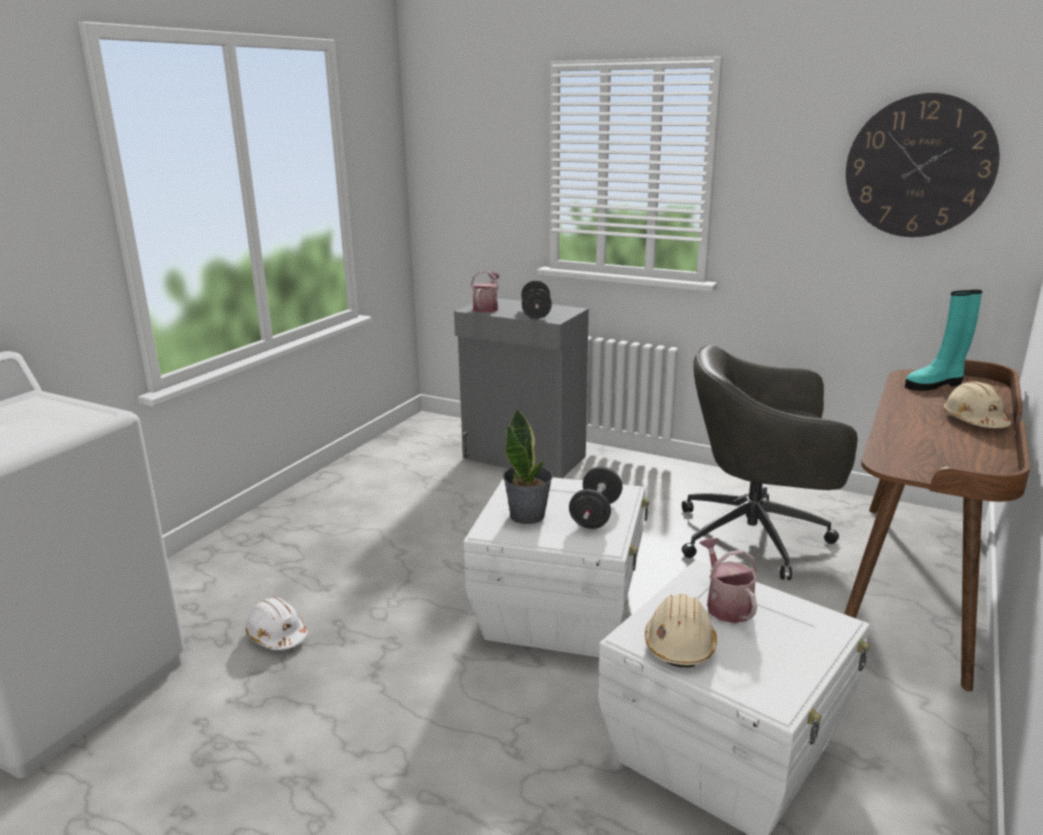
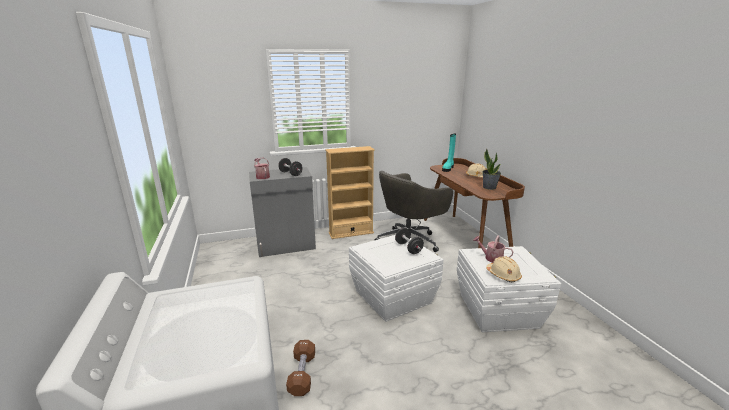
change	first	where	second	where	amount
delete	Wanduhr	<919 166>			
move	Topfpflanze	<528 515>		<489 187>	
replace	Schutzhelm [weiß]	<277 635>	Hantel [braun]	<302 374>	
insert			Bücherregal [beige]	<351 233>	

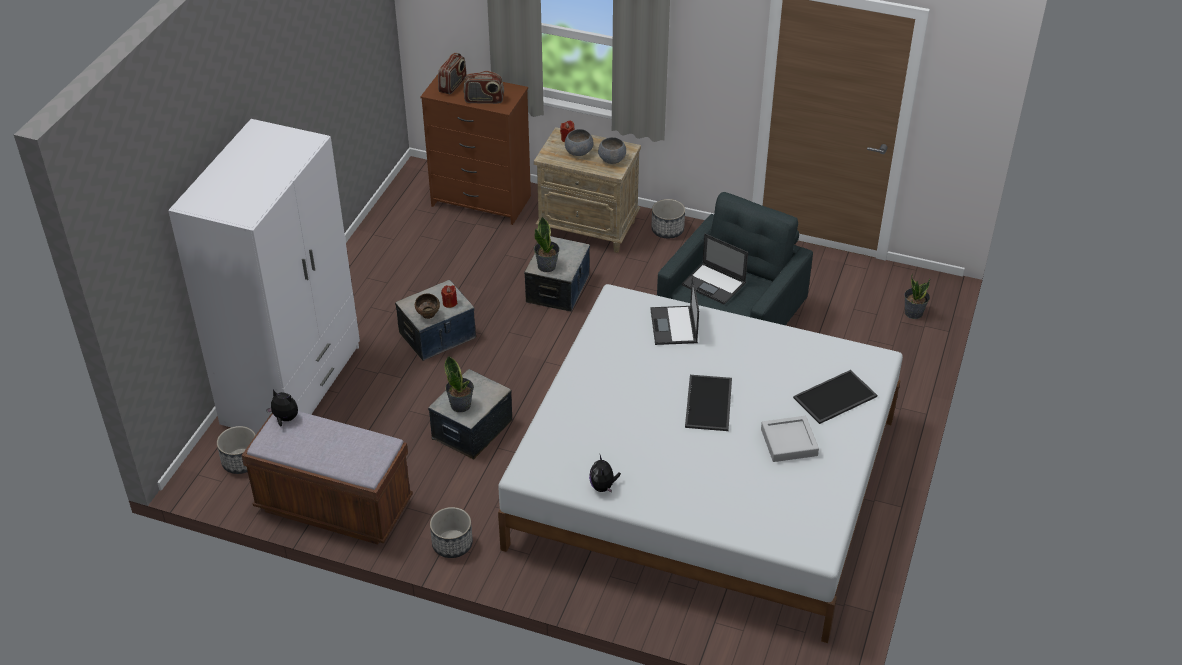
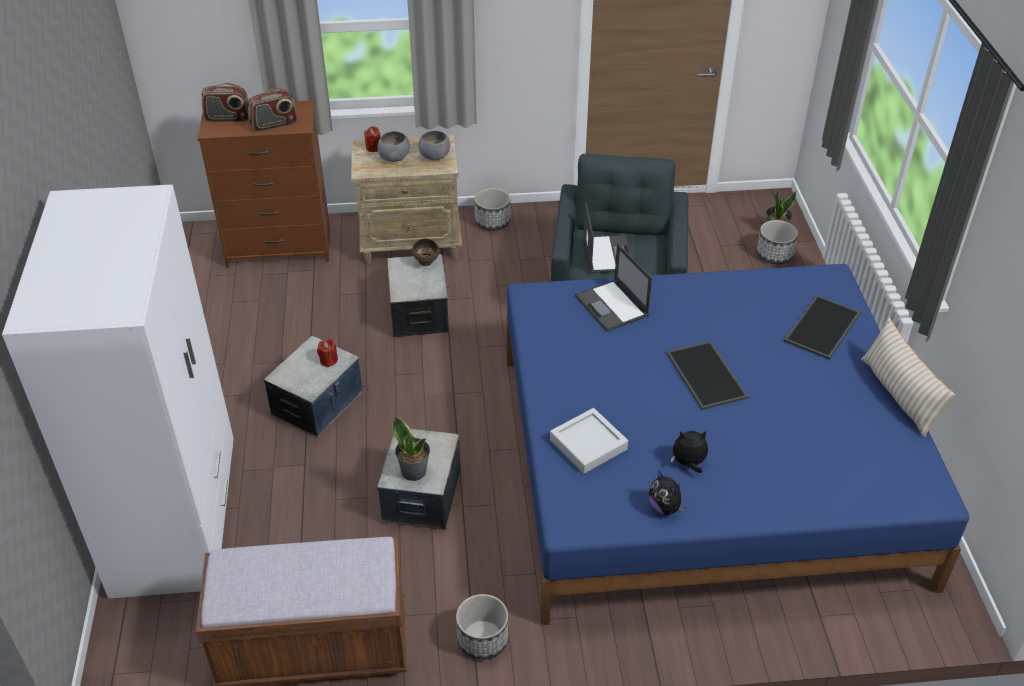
change	first	where	second	where	amount
rotate	Radio	<453 85>		<228 118>	90 degrees clockwise
delete	Topfpflanze	<547 266>			
rotate	Laptop	<714 284>		<607 254>	105 degrees counterclockwise
recolor	Bett [weiß]	<704 482>	Bett [blau]	<703 465>	
move	Schüssel [braun]	<428 316>		<426 263>	
move	Plüschtier	<285 419>		<688 463>	
move	Tablett [grau]	<789 442>		<588 444>	
move	Pflanzkübel	<241 462>		<774 255>	
insert			Kissen [beige]	<899 395>	

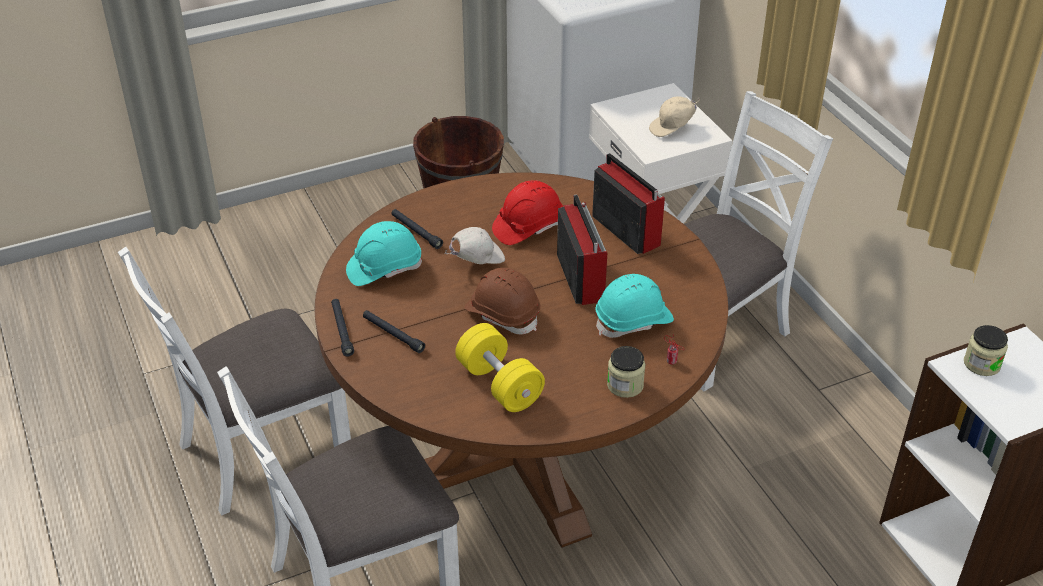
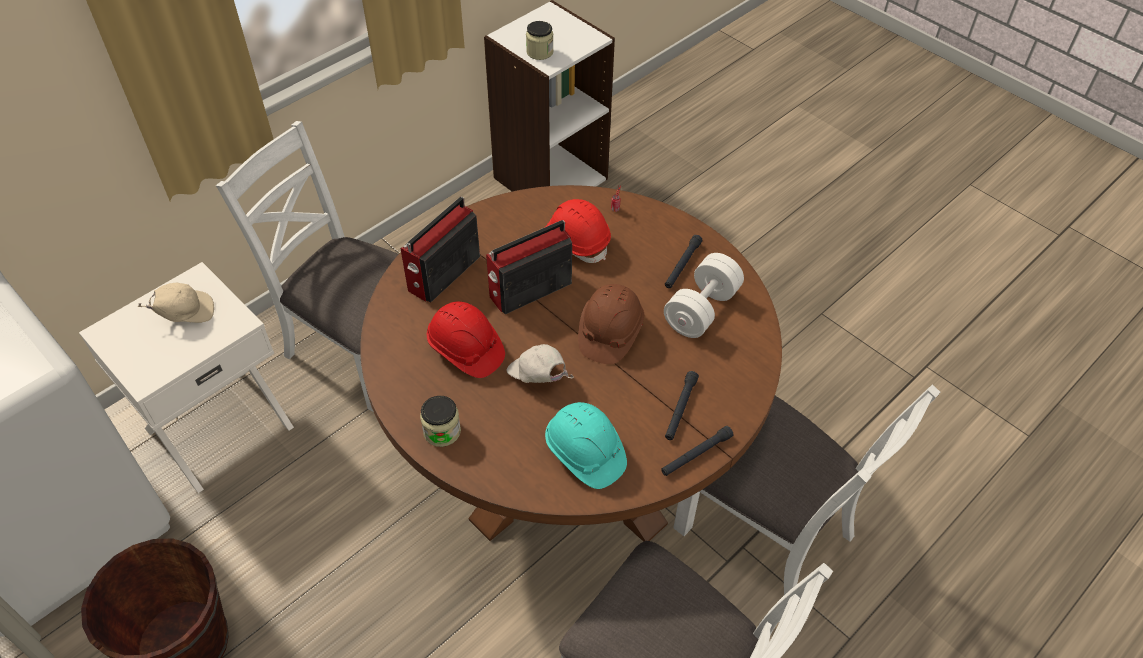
change	first	where	second	where	amount
rotate	Kappe [beige]	<673 128>		<185 313>	60 degrees counterclockwise
move	Taschenlampe [schwarz]	<416 232>		<682 265>	
recolor	Schutzhelm [türkis]	<633 321>	Schutzhelm [rot]	<576 241>	
recolor	Hantel [gelb]	<499 384>	Hantel [weiß]	<701 309>	
move	Vorratsglas	<625 385>		<442 431>	

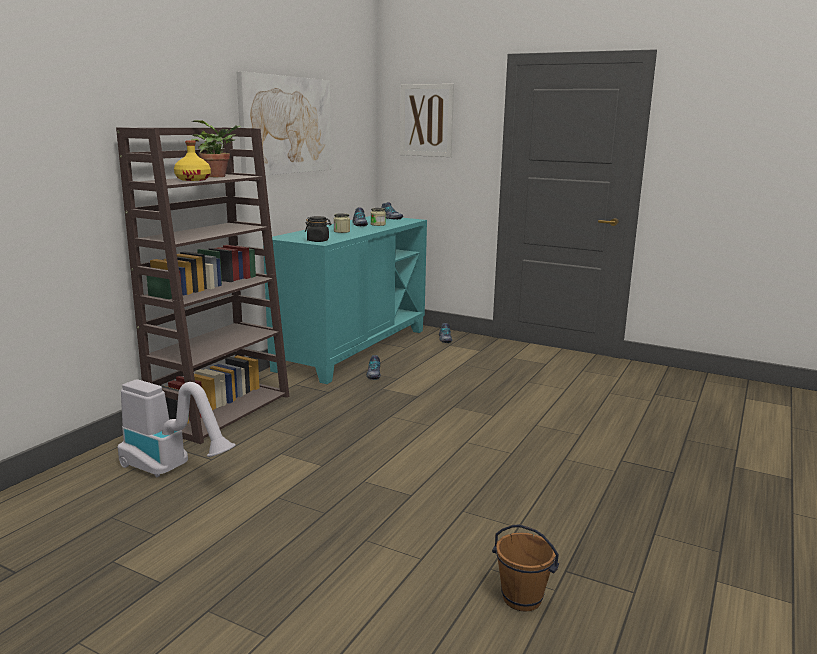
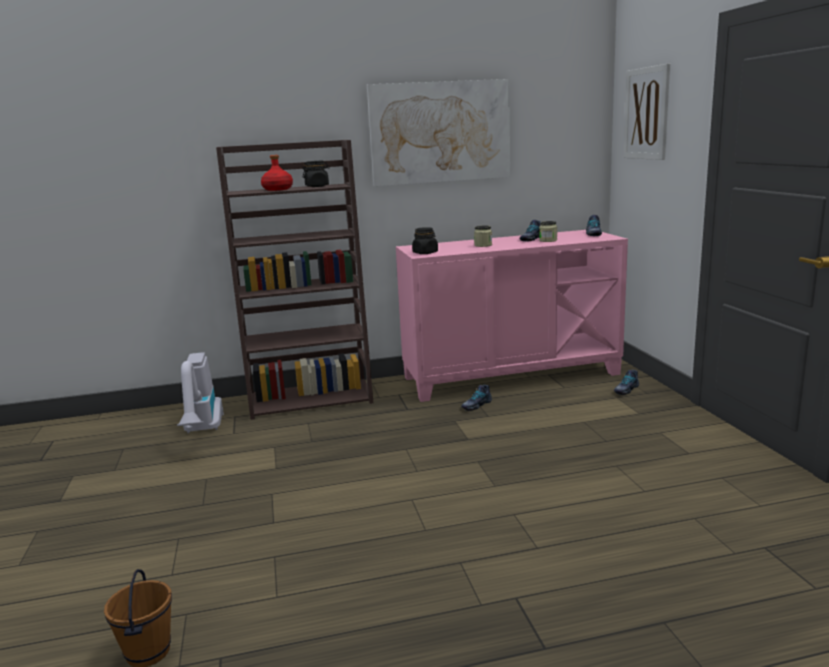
change	first	where	second	where	amount
replace	Topfpflanze	<218 176>	Vorratsglas [schwarz]	<317 186>	
recolor	Flasche [gelb]	<193 179>	Flasche [rot]	<278 189>	
recolor	Schrank [türkis]	<352 349>	Schrank [rosa]	<510 375>	

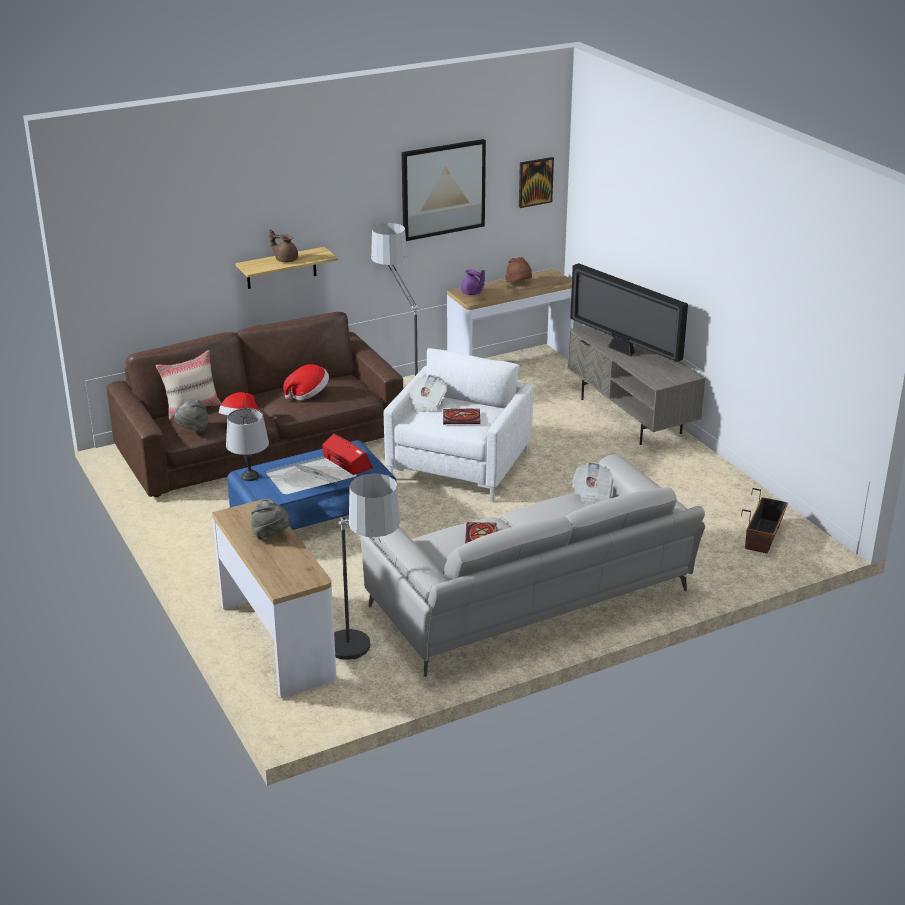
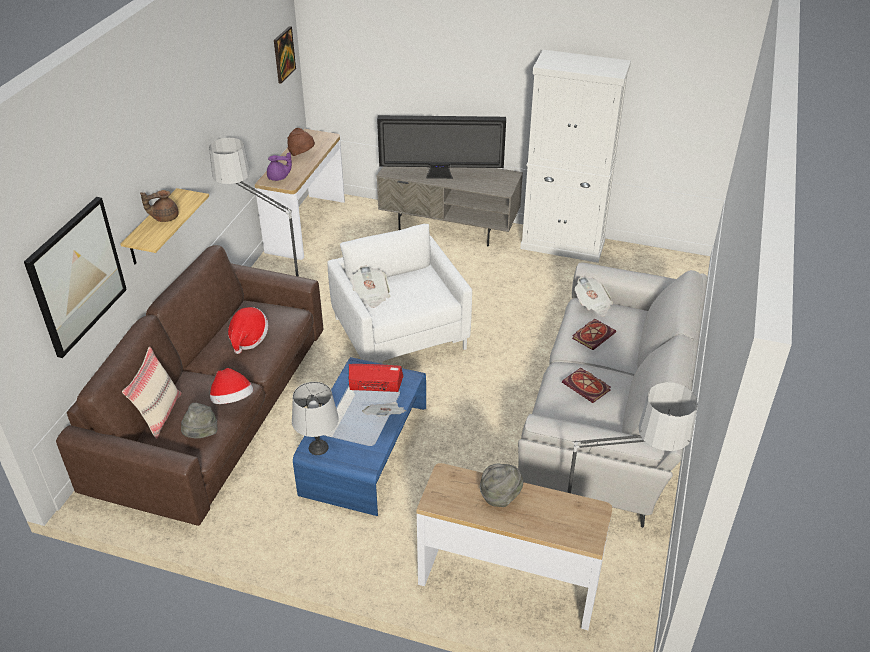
change	first	where	second	where	amount
move	Bild	<443 189>		<76 276>	
move	Buch	<462 418>		<593 335>	
delete	Pflanzkübel	<763 536>			
insert			Schrank [weiß]	<563 245>	

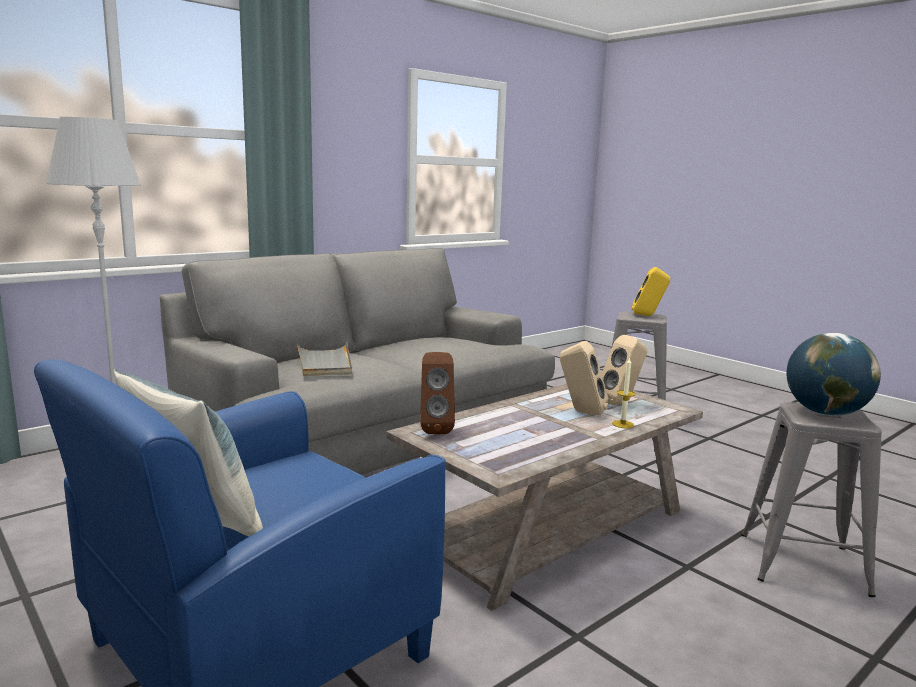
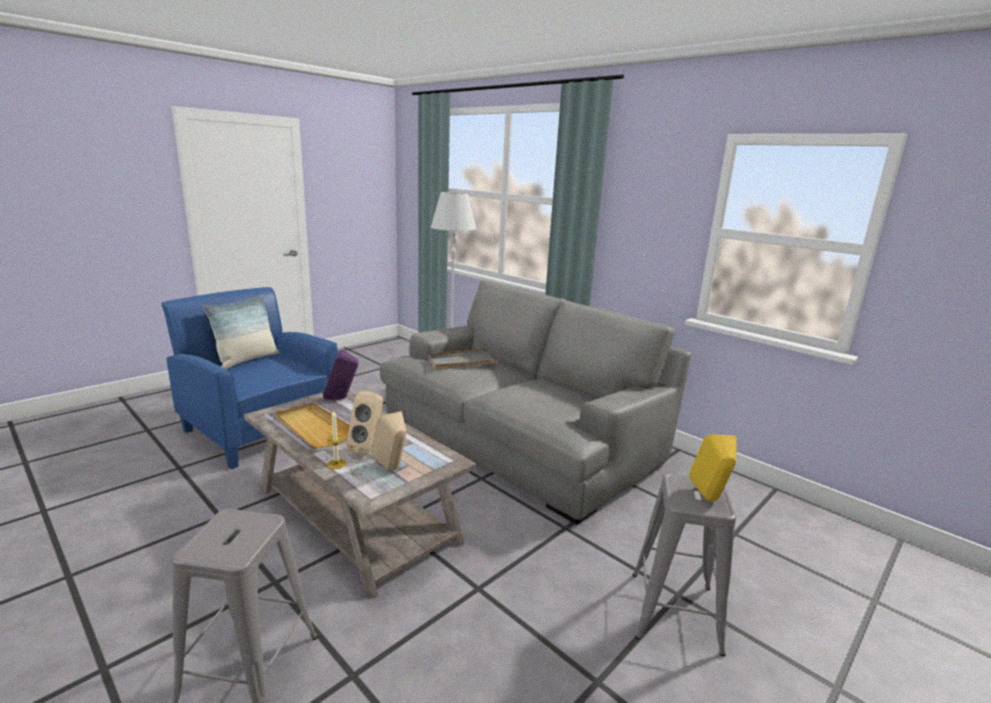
change	first	where	second	where	amount
delete	Globus	<825 413>			
recolor	Lautsprecher [braun]	<435 429>	Lautsprecher [lila]	<341 399>	
insert			Tablett [beige]	<313 428>	

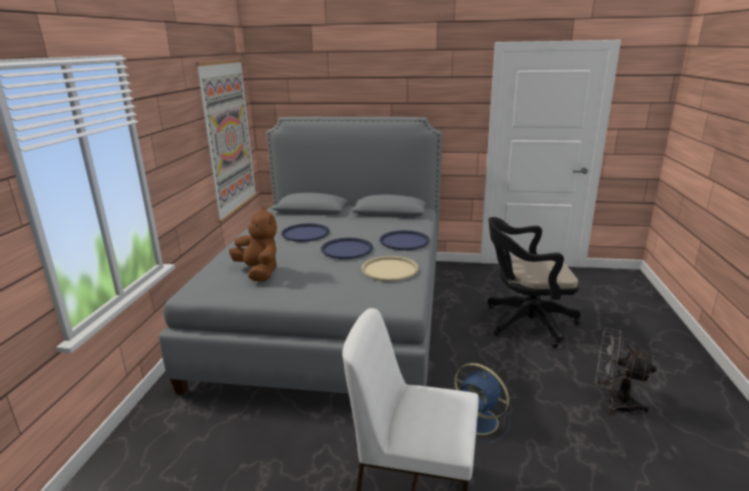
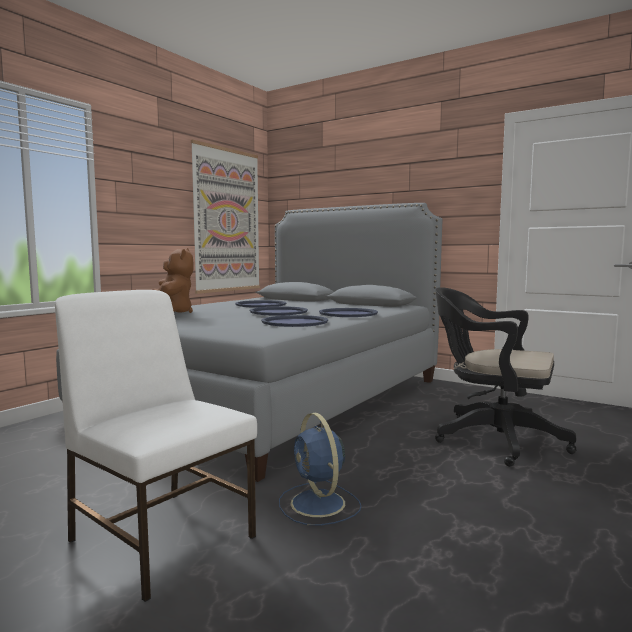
change	first	where	second	where	amount
recolor	Tablett [beige]	<390 269>	Tablett [blau]	<295 322>	
delete	Ventilator [grau]	<613 402>			

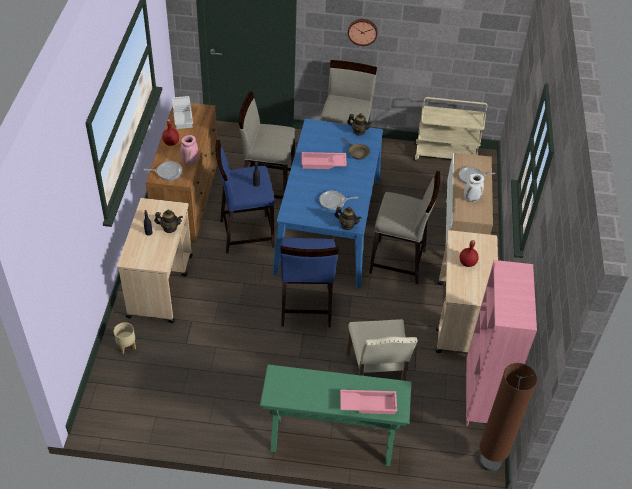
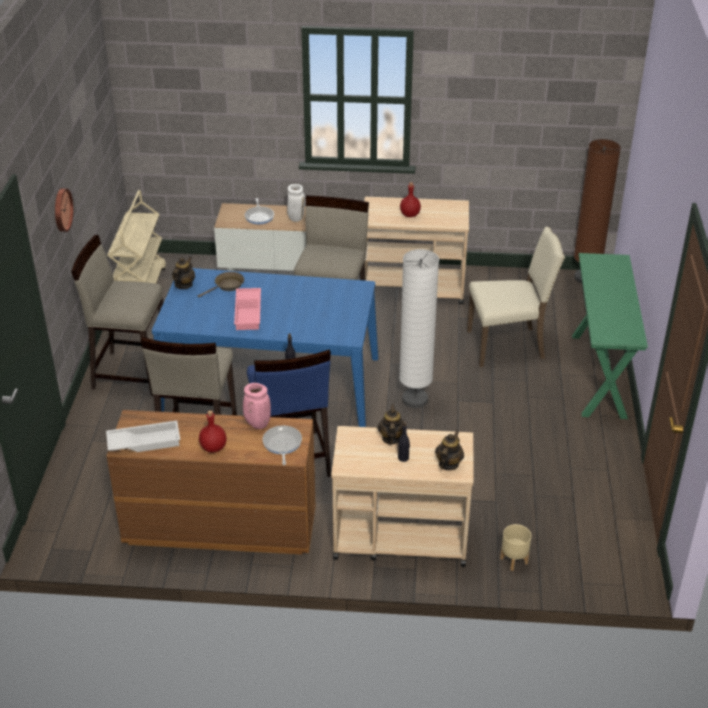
change	first	where	second	where	amount
delete	Pfanne	<334 202>			
move	Teekanne	<347 225>		<448 464>	
replace	Hocker [blau]	<305 307>	Stehlampe [weiß]	<415 400>	
delete	Bücherregal [rosa]	<481 401>			
delete	Tablett [rosa]	<368 403>			

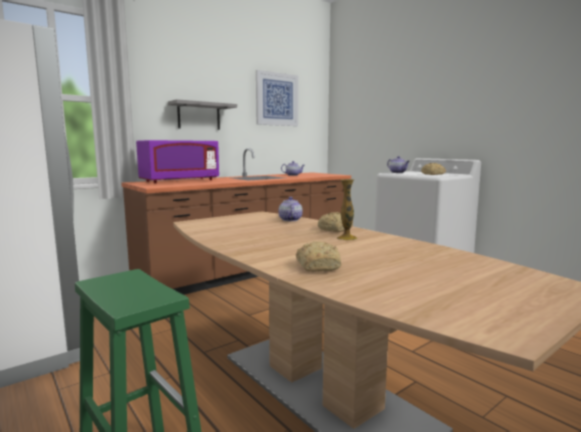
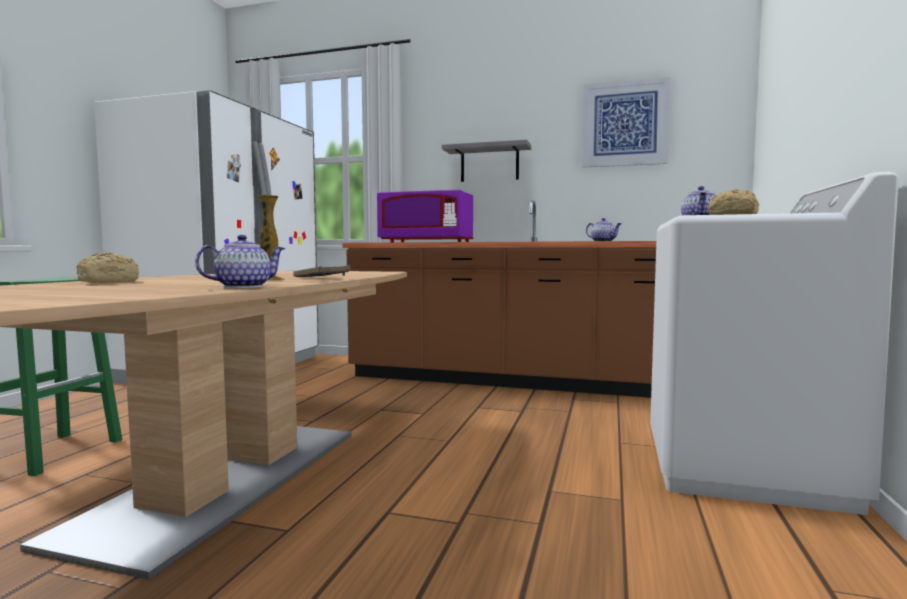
change	first	where	second	where	amount
move	Teekanne	<290 220>		<242 287>	
replace	Brot	<335 229>	Tablett [braun]	<321 278>	

